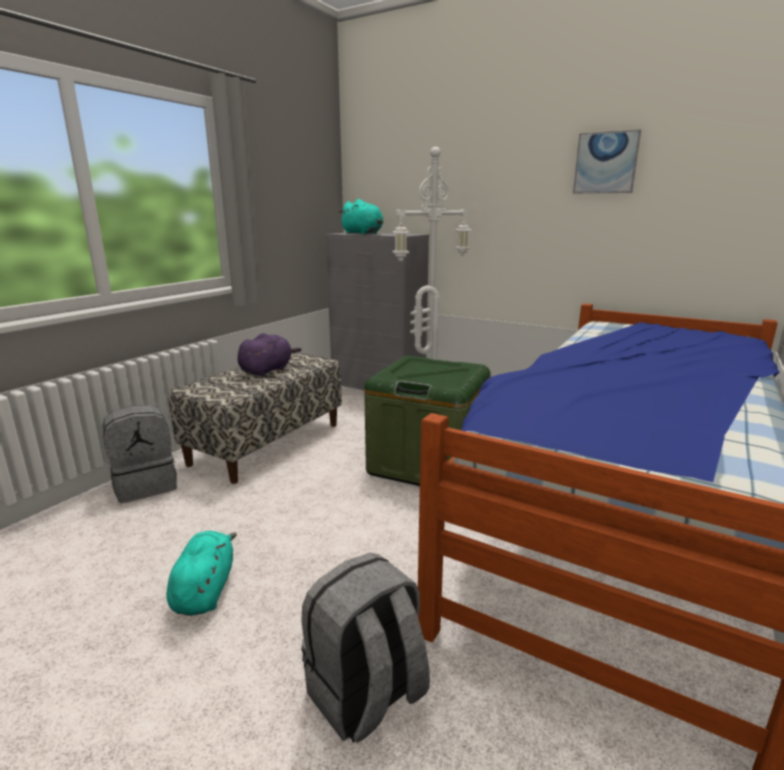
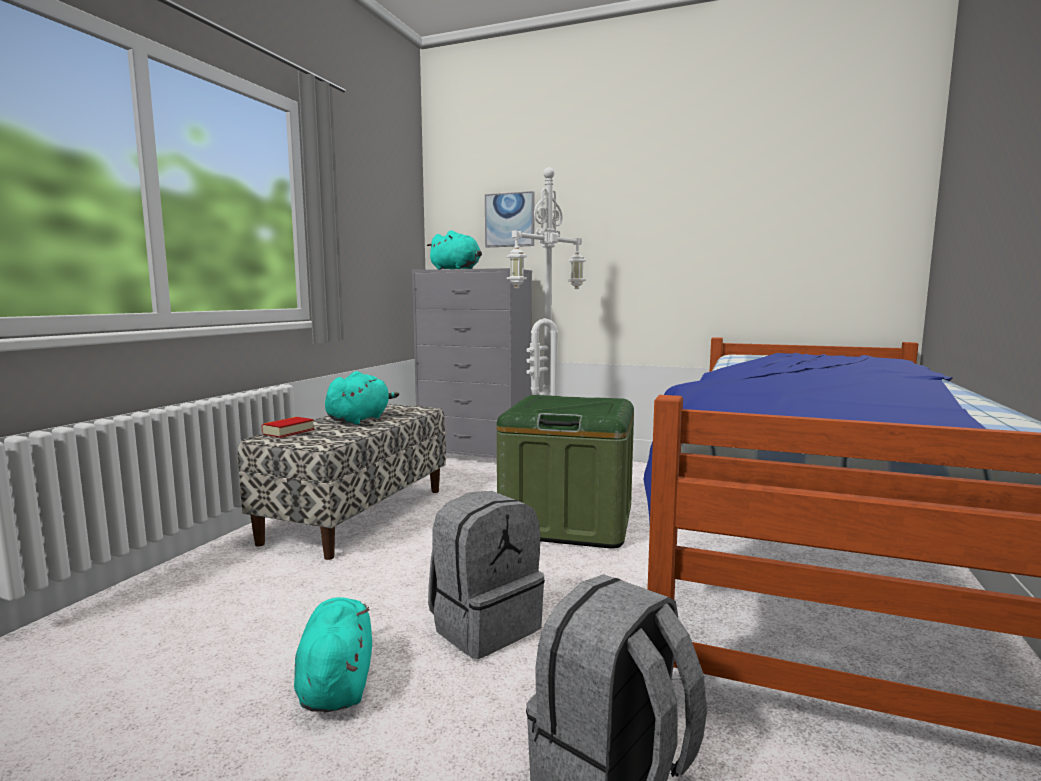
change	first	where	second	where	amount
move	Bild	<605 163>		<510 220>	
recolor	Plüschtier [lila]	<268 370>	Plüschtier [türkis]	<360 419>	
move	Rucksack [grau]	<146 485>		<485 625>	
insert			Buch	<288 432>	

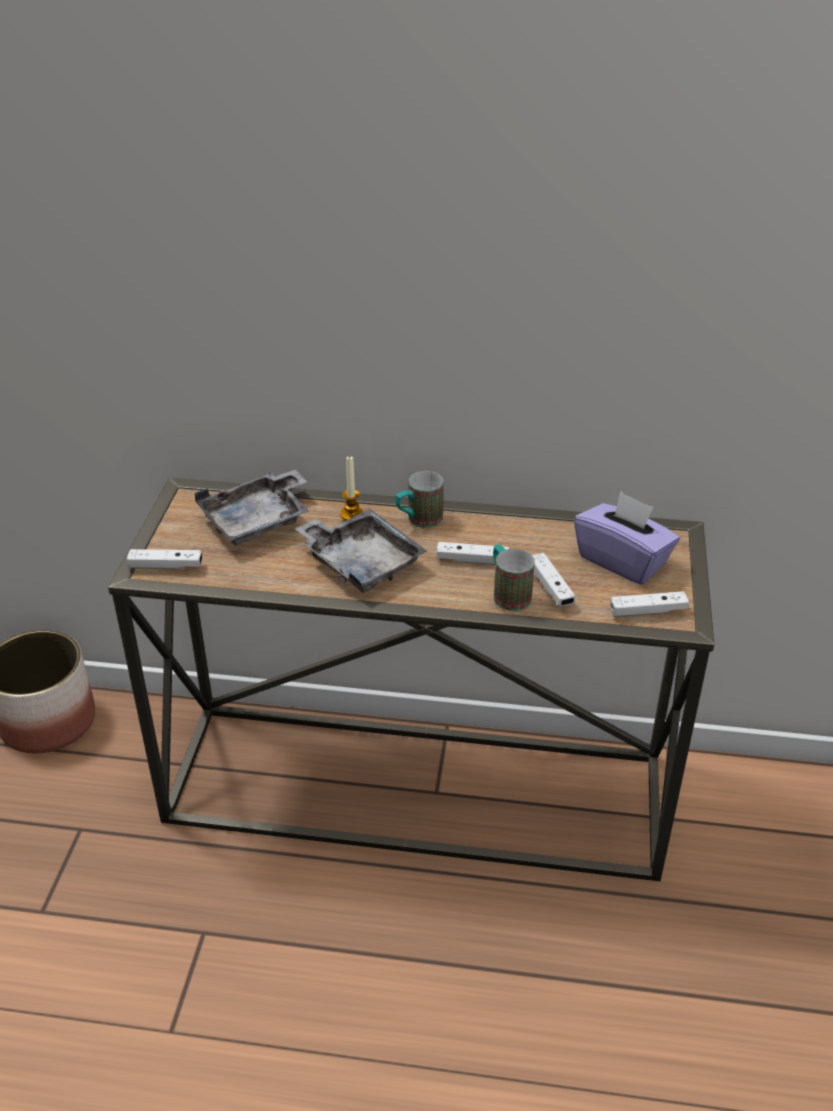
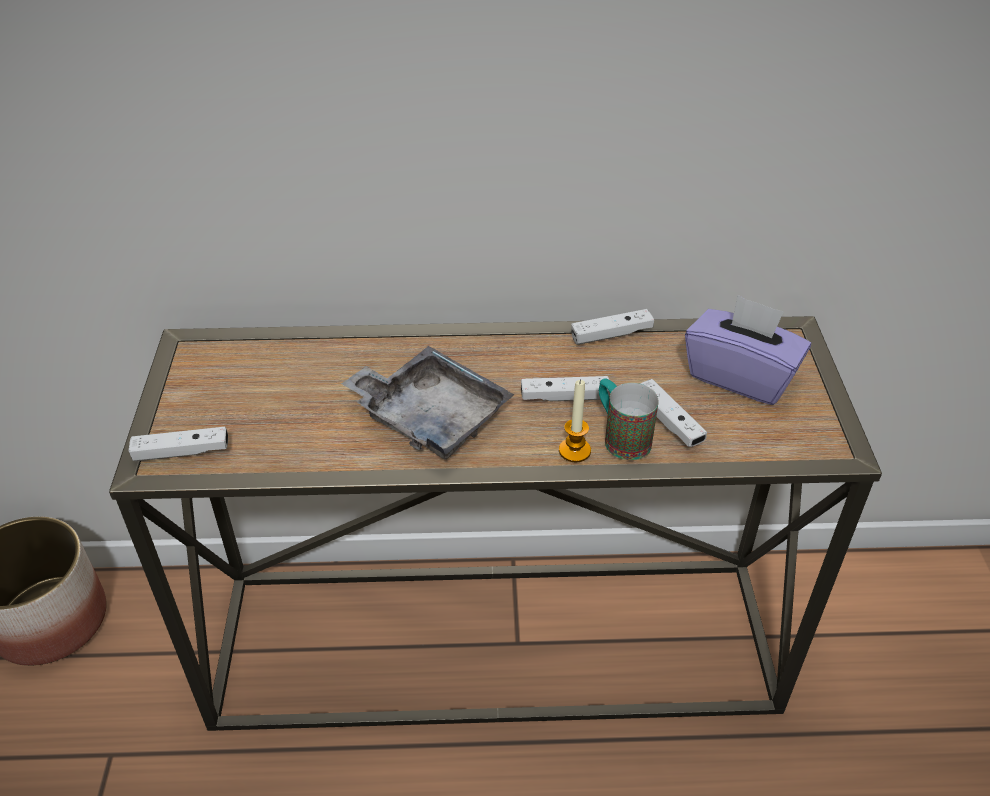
change	first	where	second	where	amount
move	Kerze	<352 514>		<574 451>	
delete	Tablett [grau]	<258 521>			
delete	Henkelbecher	<418 520>			
move	Gamepad [weiß]	<648 611>		<611 334>	

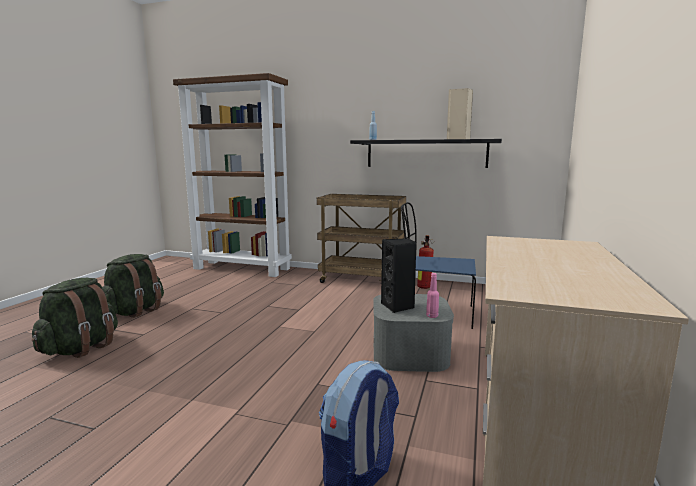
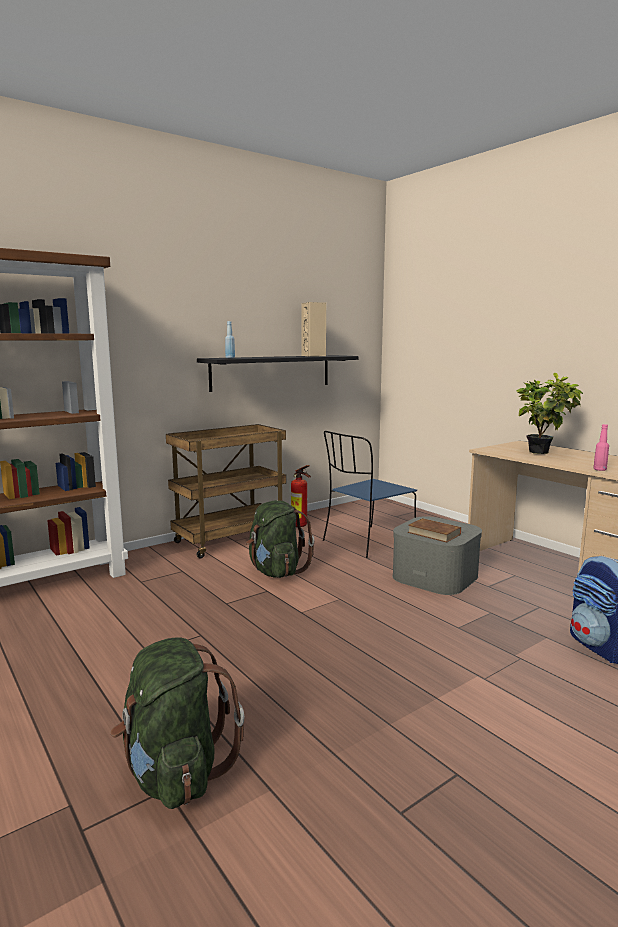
change	first	where	second	where	amount
replace	Lautsprecher [schwarz]	<398 306>	Buch [braun]	<433 533>	
move	Rucksack [grün]	<135 311>		<276 571>	
move	Flasche [rosa]	<432 316>		<599 469>	
insert			Topfpflanze	<544 453>	

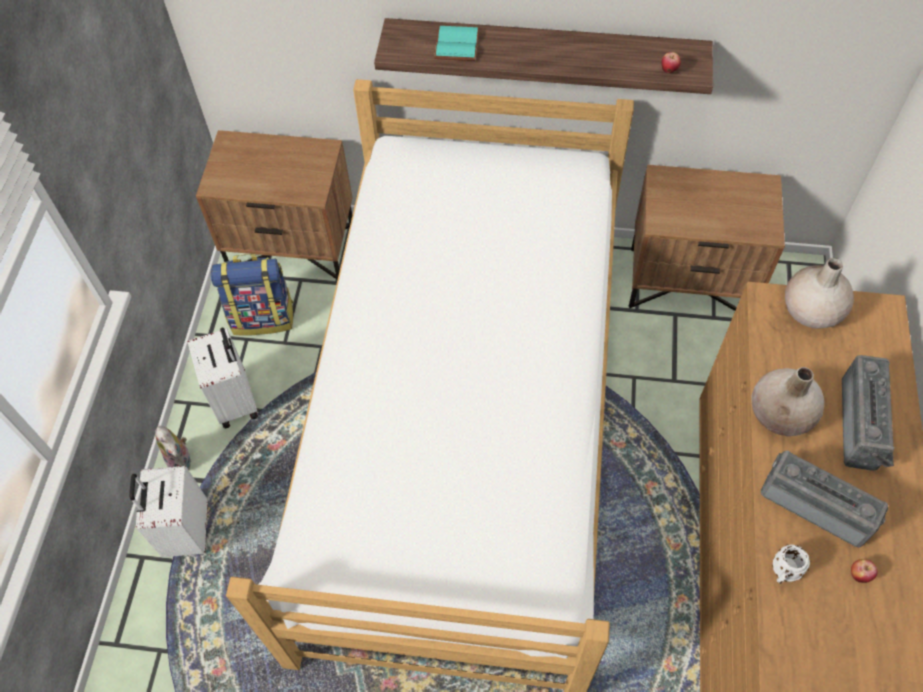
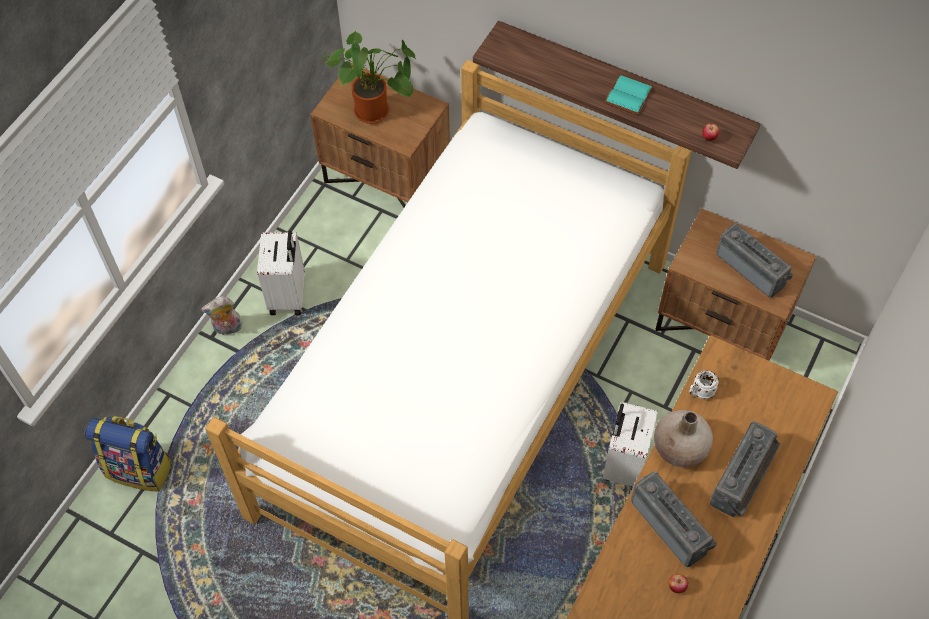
change	first	where	second	where	amount
move	Buch [türkis]	<455 44>		<627 95>	
move	Rucksack	<263 317>		<140 468>	
delete	Vase [beige]	<810 310>			
rotate	Plüschtier	<181 460>		<227 329>	90 degrees clockwise
move	Koffer [weiß]	<186 531>		<623 464>	
move	Henkelbecher [weiß]	<783 573>		<699 393>	
insert			Topfpflanze	<376 111>	
insert			Radio	<752 268>	

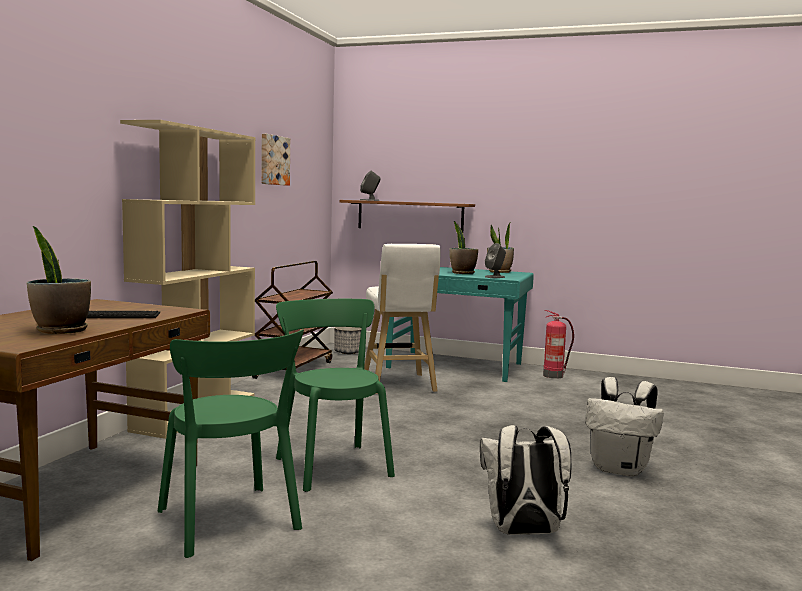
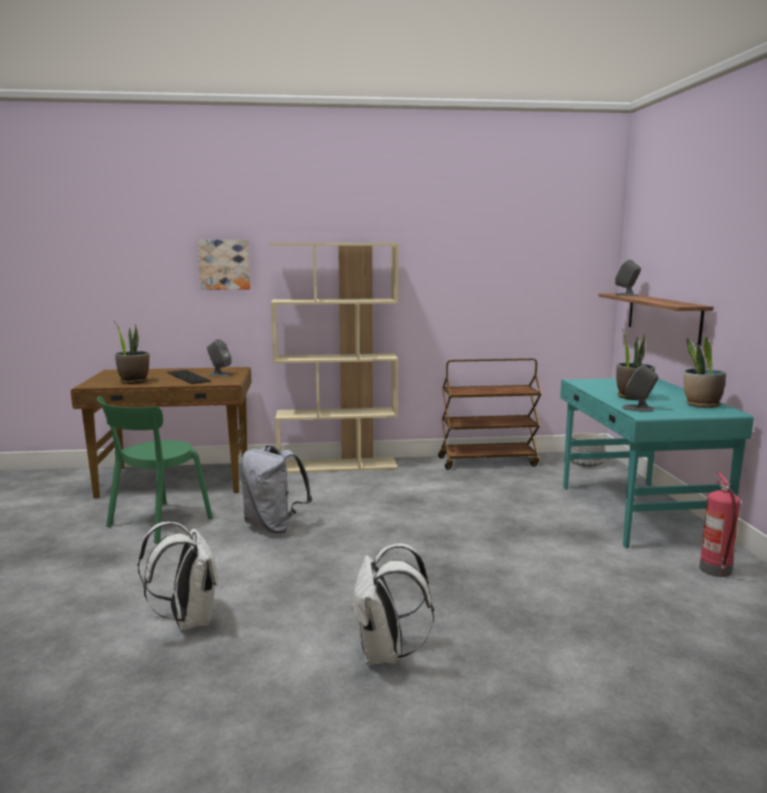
change	first	where	second	where	amount
move	Bild	<273 160>		<224 264>	
delete	Hocker [weiß]	<399 385>			
replace	Stuhl [grün]	<331 465>	Rucksack [grau]	<274 526>	
insert			Lautsprecher [grau]	<219 374>	

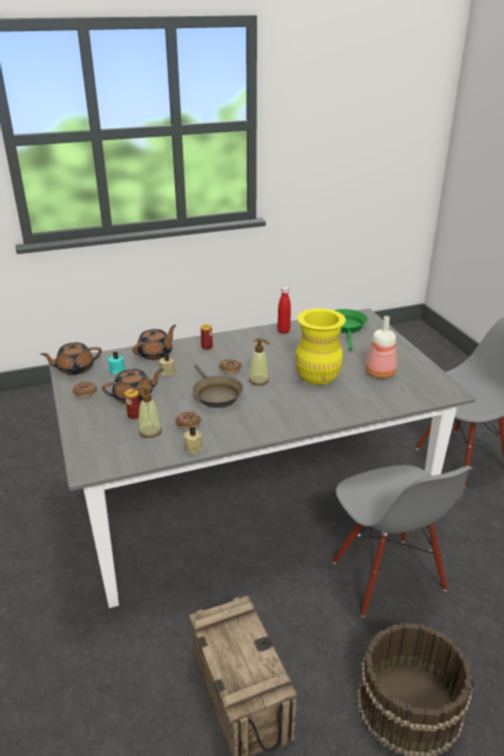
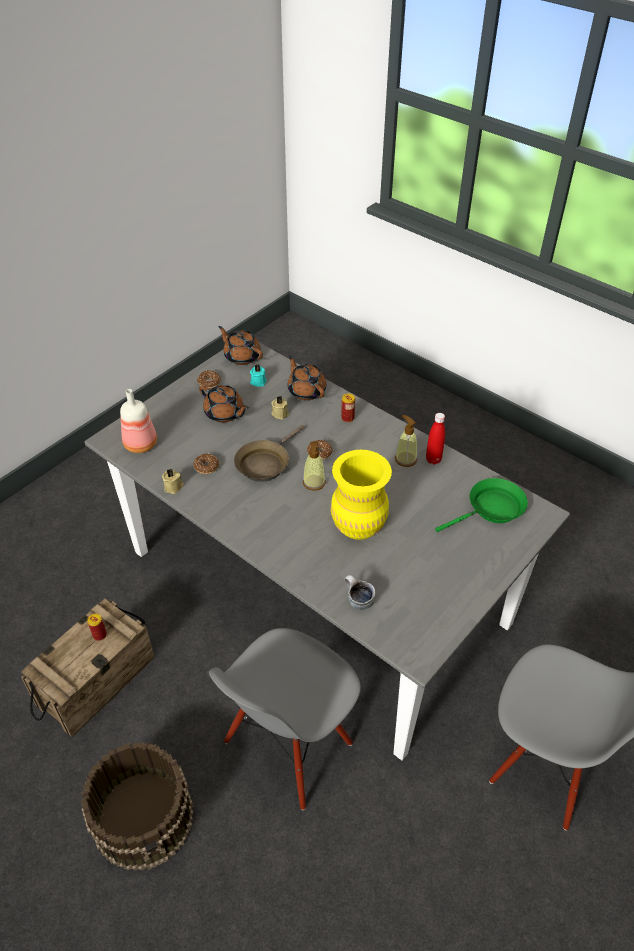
change	first	where	second	where	amount
move	Flasche	<380 373>		<142 444>	
rotate	Teekanne [braun]	<156 354>		<306 390>	135 degrees counterclockwise
move	Seifenspender	<150 431>		<405 459>	
move	Dose	<134 416>		<99 635>	
insert			Henkelbecher	<357 601>	

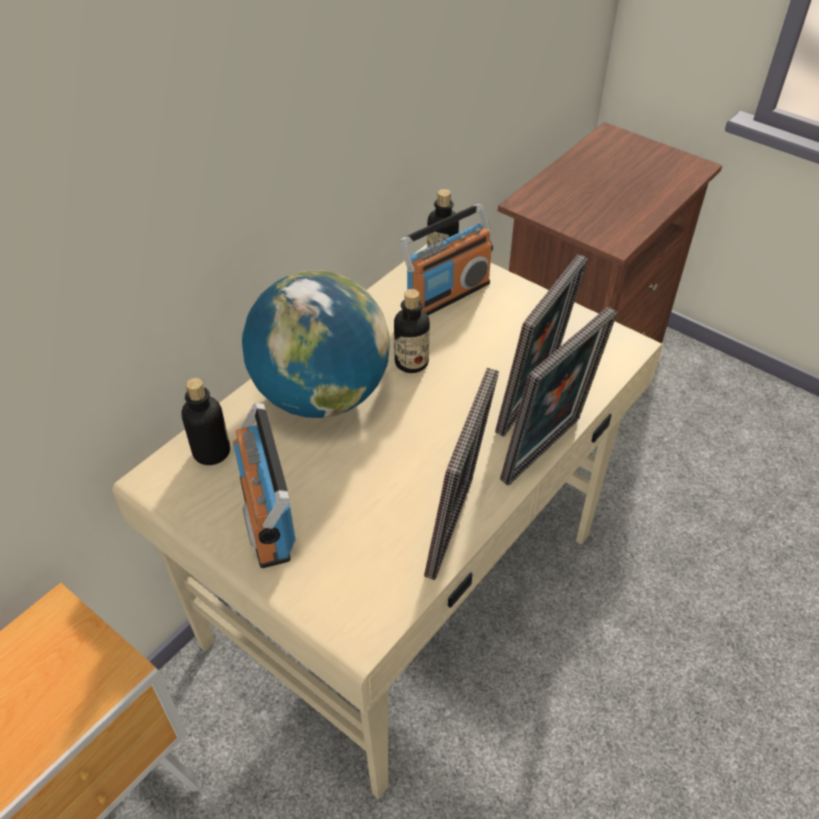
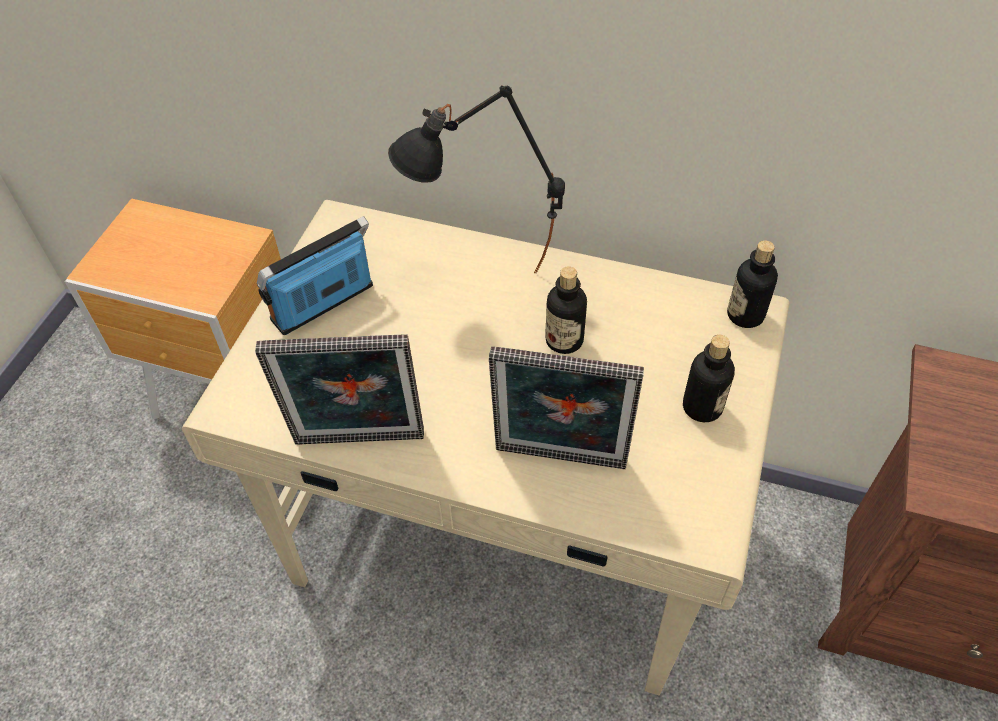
change	first	where	second	where	amount
delete	Radio	<447 294>			
replace	Globus	<322 395>	Tischlampe [schwarz]	<483 288>	
delete	Bilderrahmen	<546 453>			
move	Flasche	<211 452>		<702 407>	

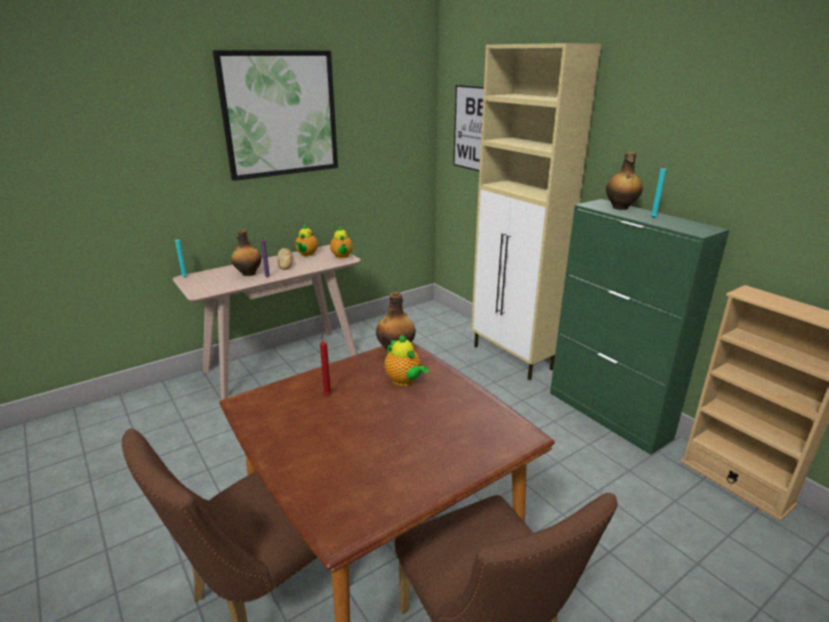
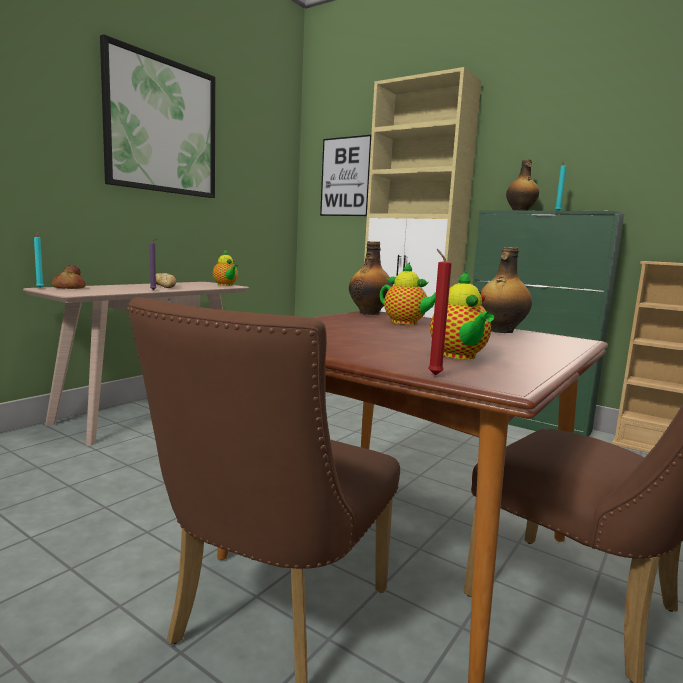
change	first	where	second	where	amount
move	Teekanne	<306 254>		<459 356>	
move	Flasche	<248 274>		<500 331>	
move	Kerze [rot]	<327 394>		<433 374>	
insert			Brot	<68 288>	

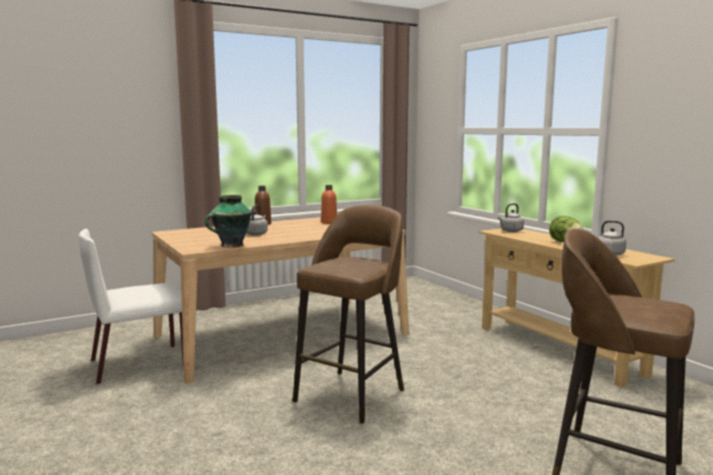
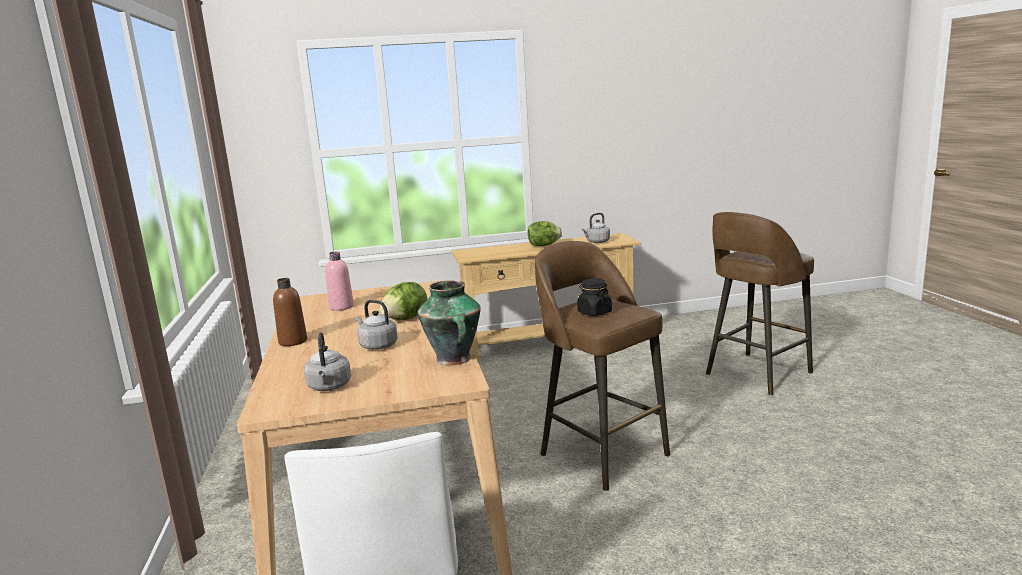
change	first	where	second	where	amount
recolor	Flasche [orange]	<329 222>	Flasche [rosa]	<341 307>	
move	Wasserkessel [grau]	<510 231>		<329 387>	
insert			Vorratsglas [schwarz]	<594 312>	
insert			Salatkopf	<405 319>	

